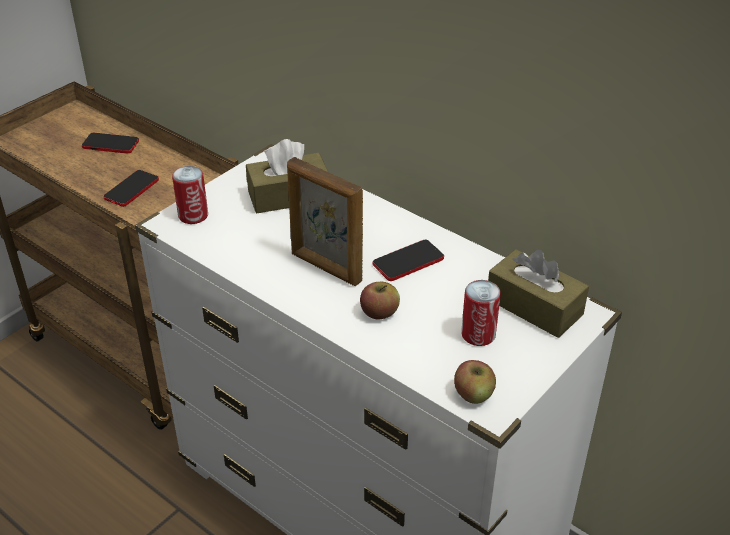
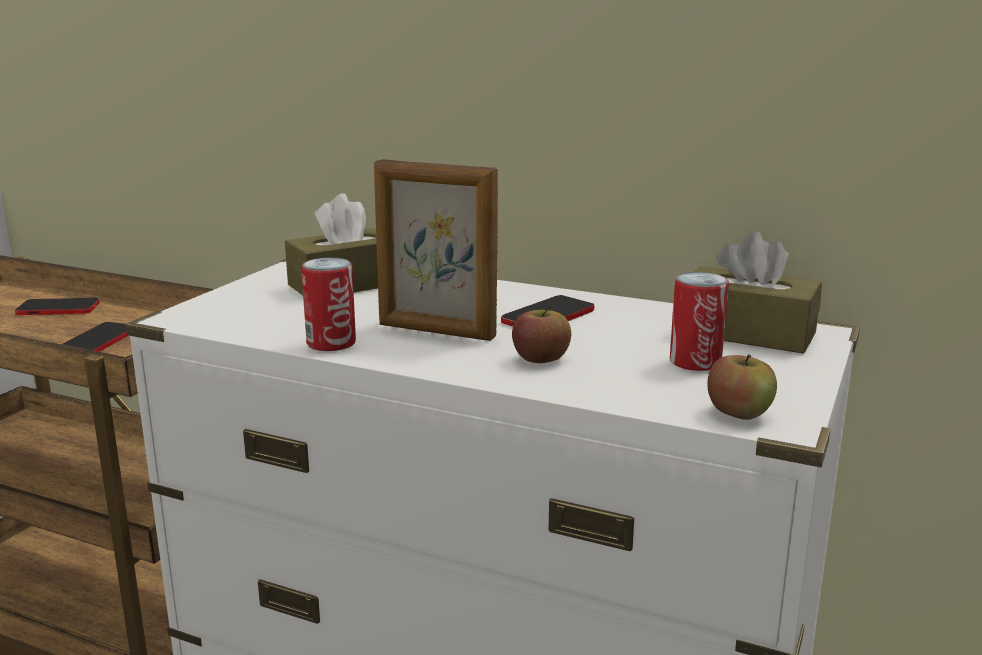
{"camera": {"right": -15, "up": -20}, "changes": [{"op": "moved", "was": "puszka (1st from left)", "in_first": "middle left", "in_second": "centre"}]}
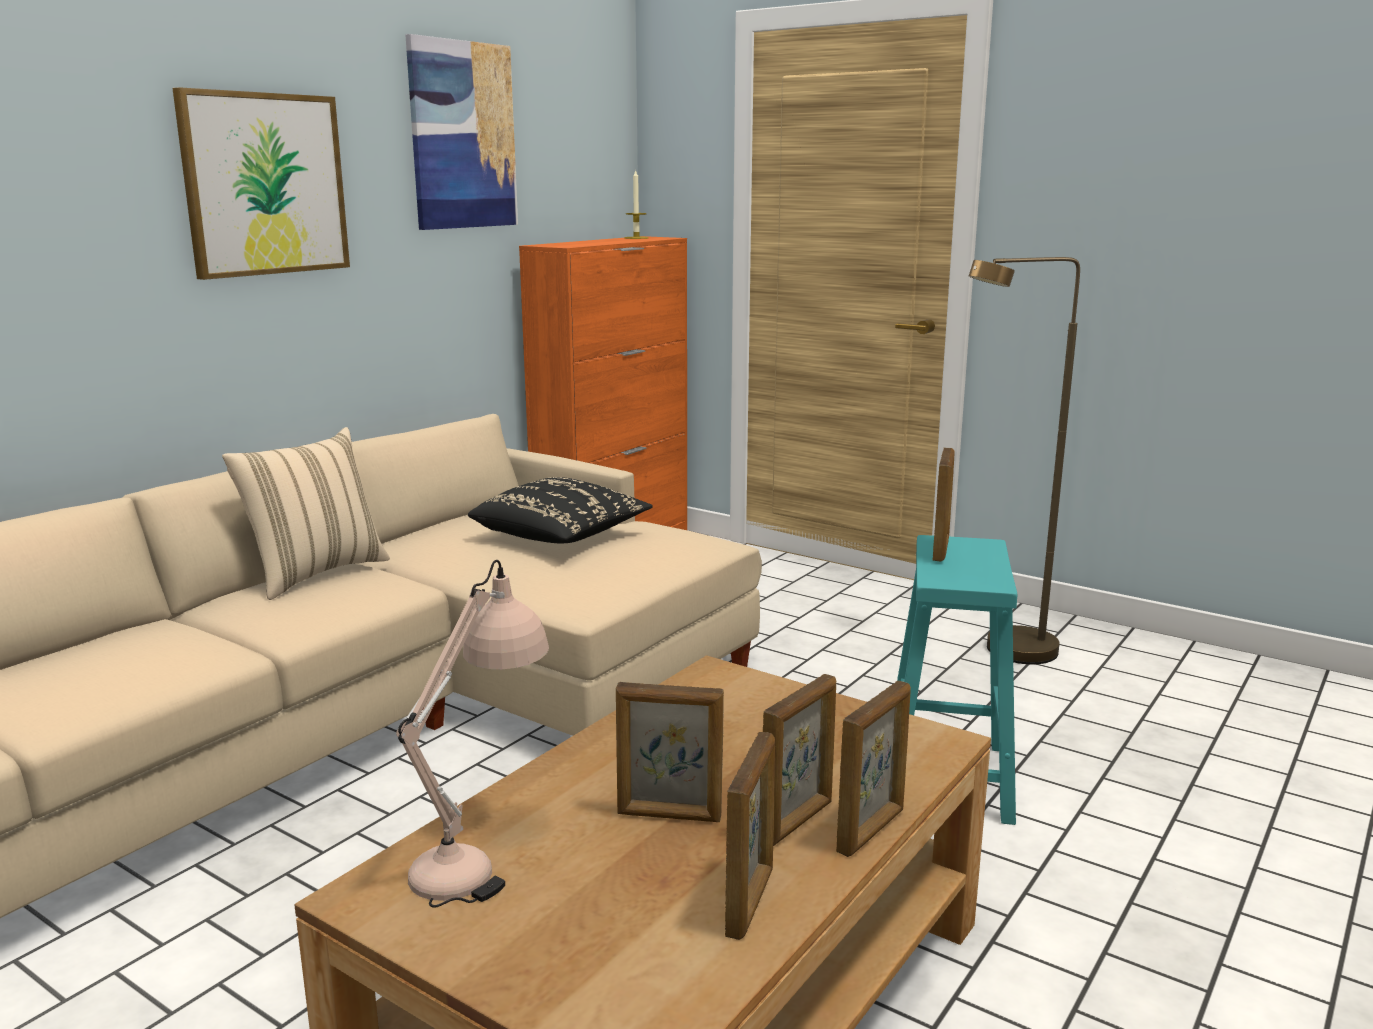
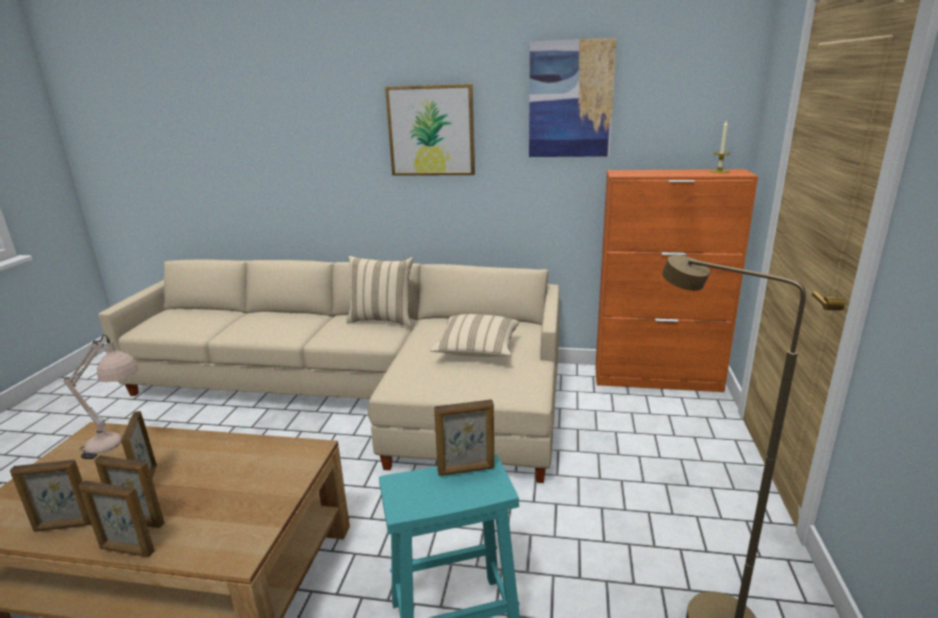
{"camera": {"right": 65, "up": 5}, "changes": [{"op": "recoloured", "was": "poduszka/czarny", "now": "poduszka/beżowy (2nd from left)", "in_first": "centre", "in_second": "centre"}]}
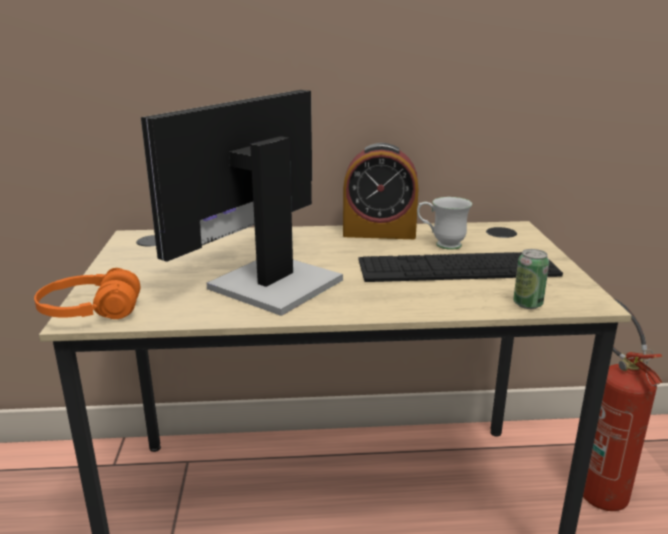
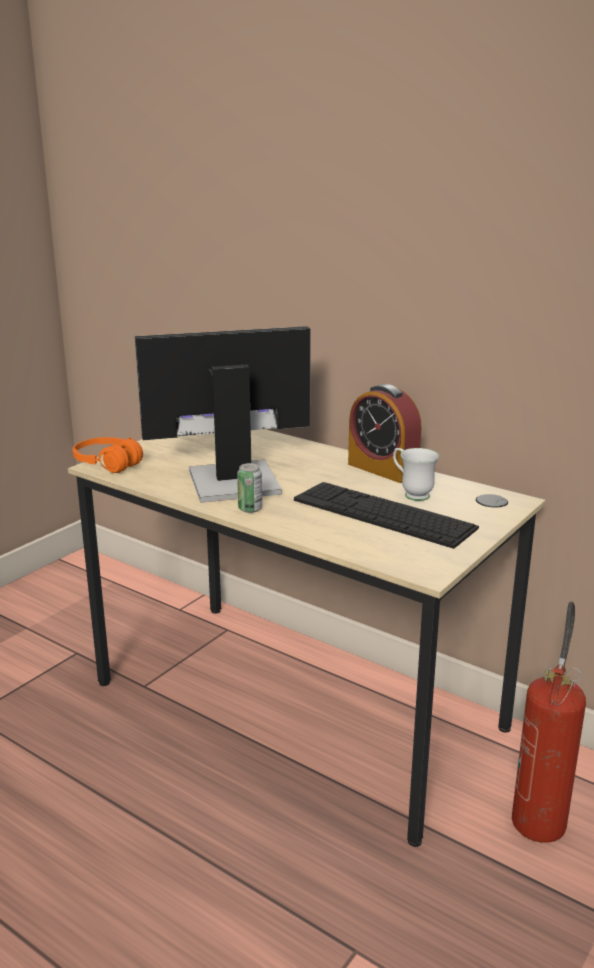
{"camera": {"right": 40, "up": 0}, "changes": [{"op": "moved", "was": "puszka", "in_first": "middle right", "in_second": "centre"}]}
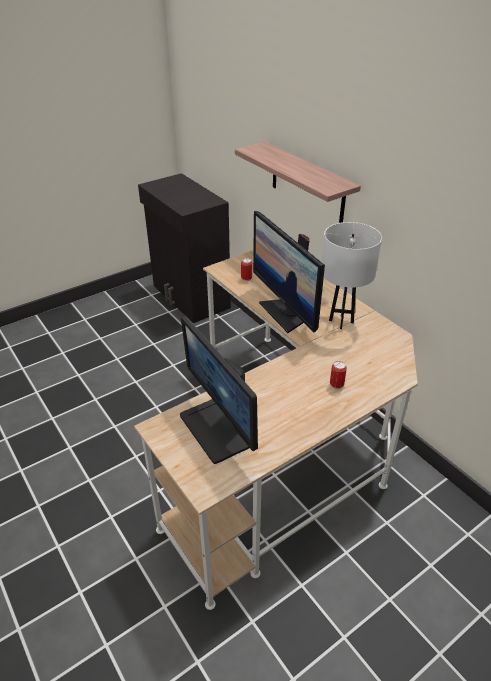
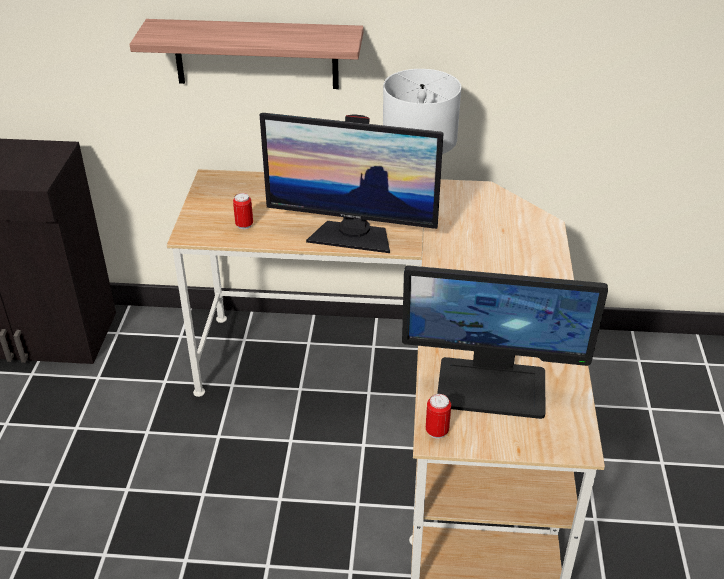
{"camera": {"right": -50, "up": 0}, "changes": [{"op": "moved", "was": "puszka (2nd from left)", "in_first": "middle right", "in_second": "bottom centre"}]}
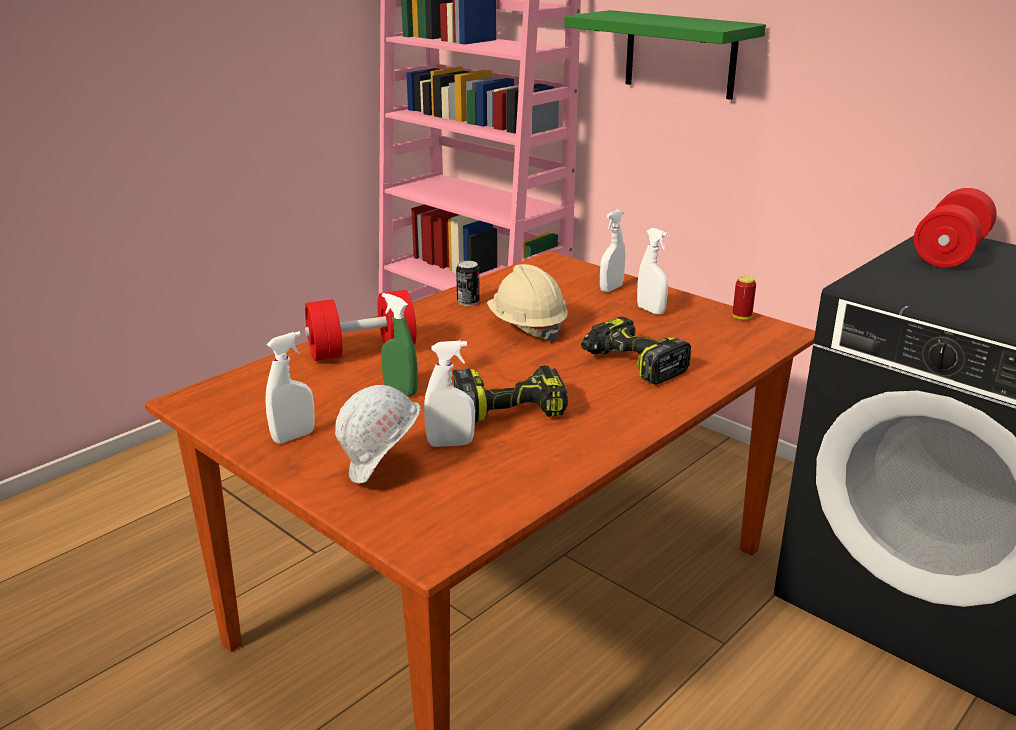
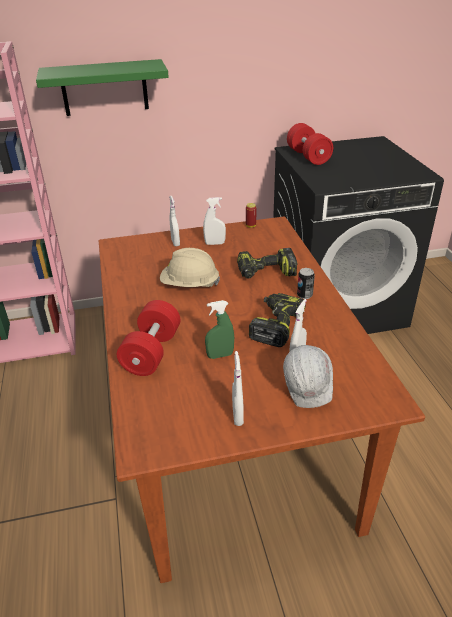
{"camera": {"right": -55, "up": 10}, "changes": [{"op": "moved", "was": "puszka (1st from left in the first image)", "now": "puszka (2nd from left)", "in_first": "centre", "in_second": "middle right"}]}
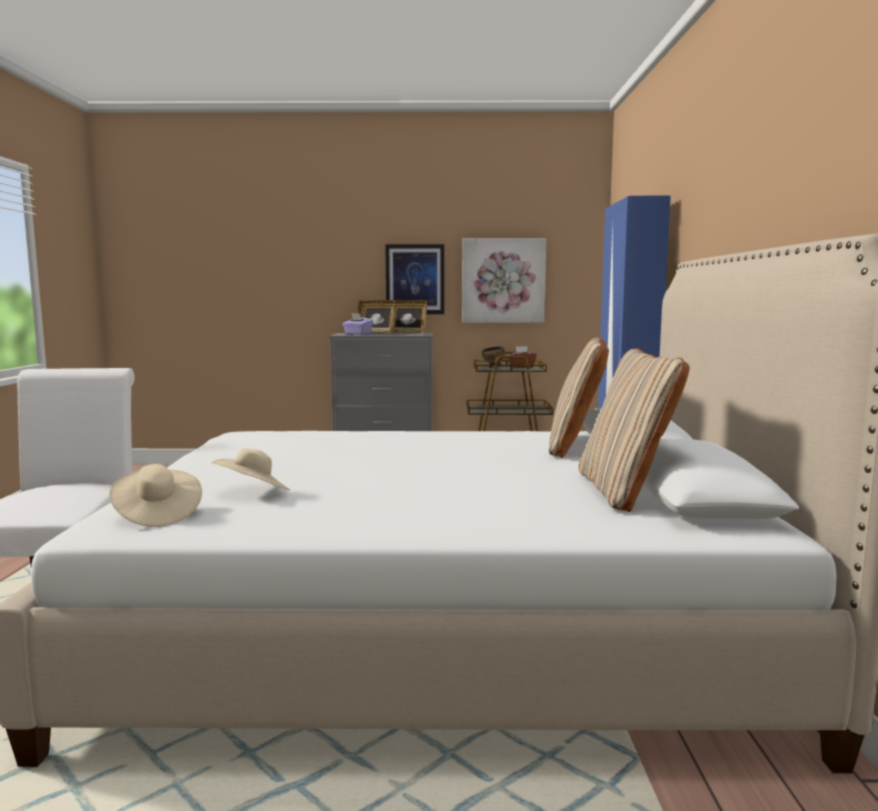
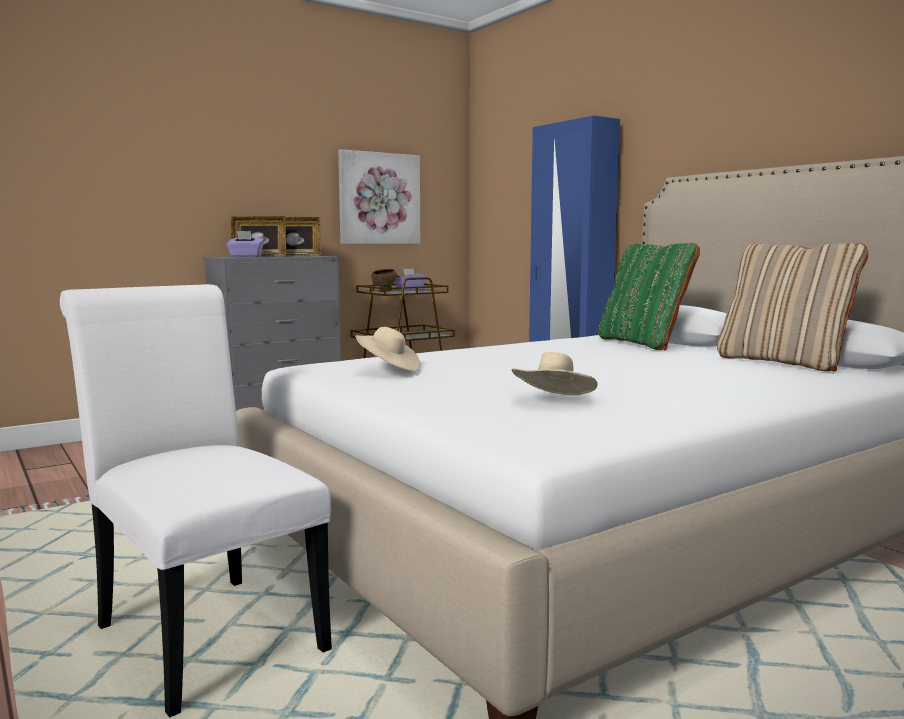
{"camera": {"right": -35, "up": 0}, "changes": [{"op": "removed", "was": "obraz (1st from left)", "in_first": "centre"}, {"op": "moved", "was": "kapelusz/beżowy (1st from left)", "in_first": "middle left", "in_second": "centre"}, {"op": "recoloured", "was": "pudełko chusteczek/brązowy", "now": "pudełko chusteczek/fioletowy (2nd from left)", "in_first": "centre", "in_second": "centre"}, {"op": "recoloured", "was": "poduszka/beżowy (1st from left)", "now": "poduszka/zielony", "in_first": "centre", "in_second": "middle right"}]}
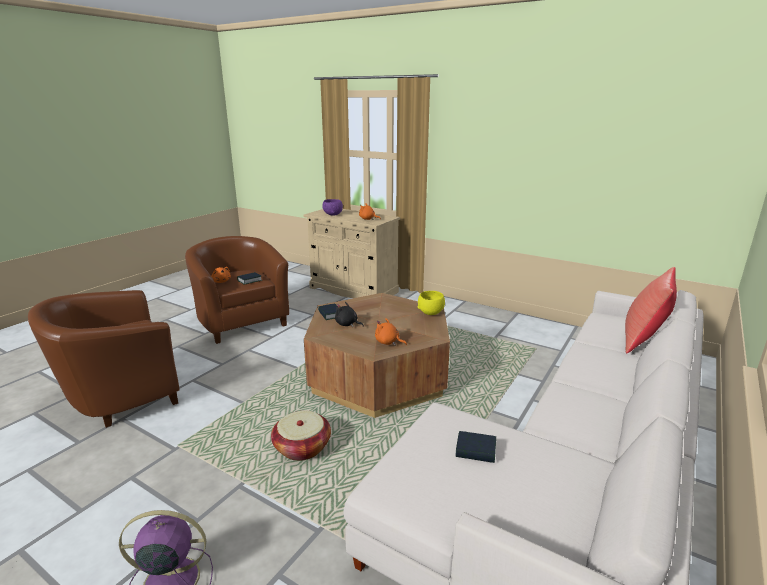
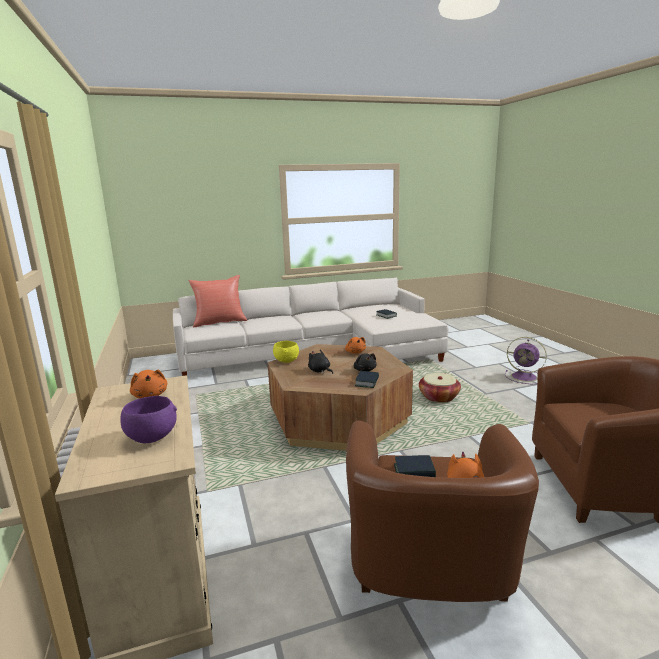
{"camera": {"right": -140, "up": -5}, "changes": [{"op": "added", "now": "pluszak/czarny (1st from left)", "in_second": "centre"}]}
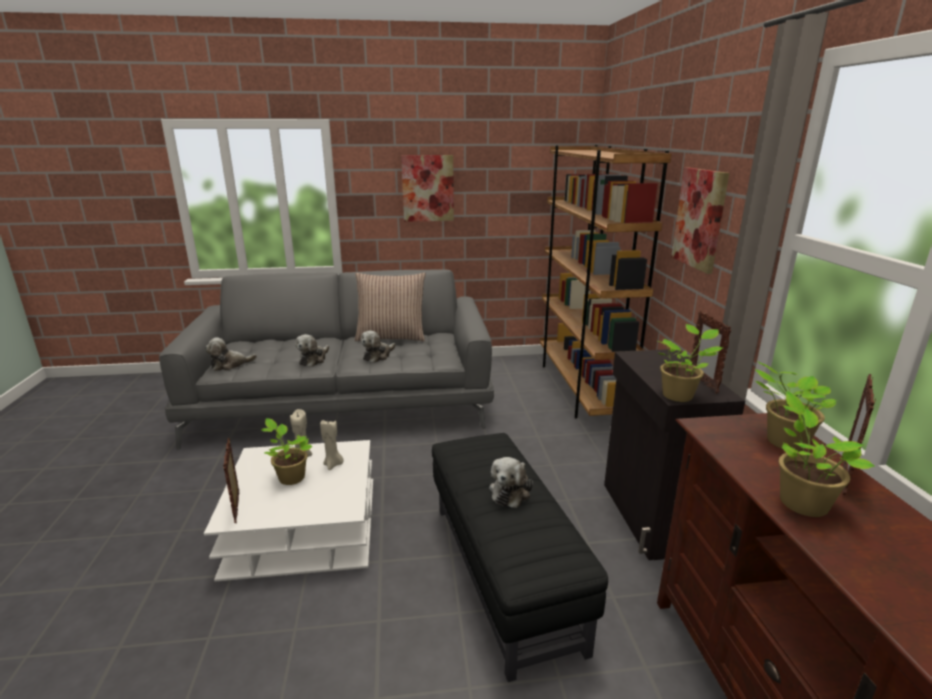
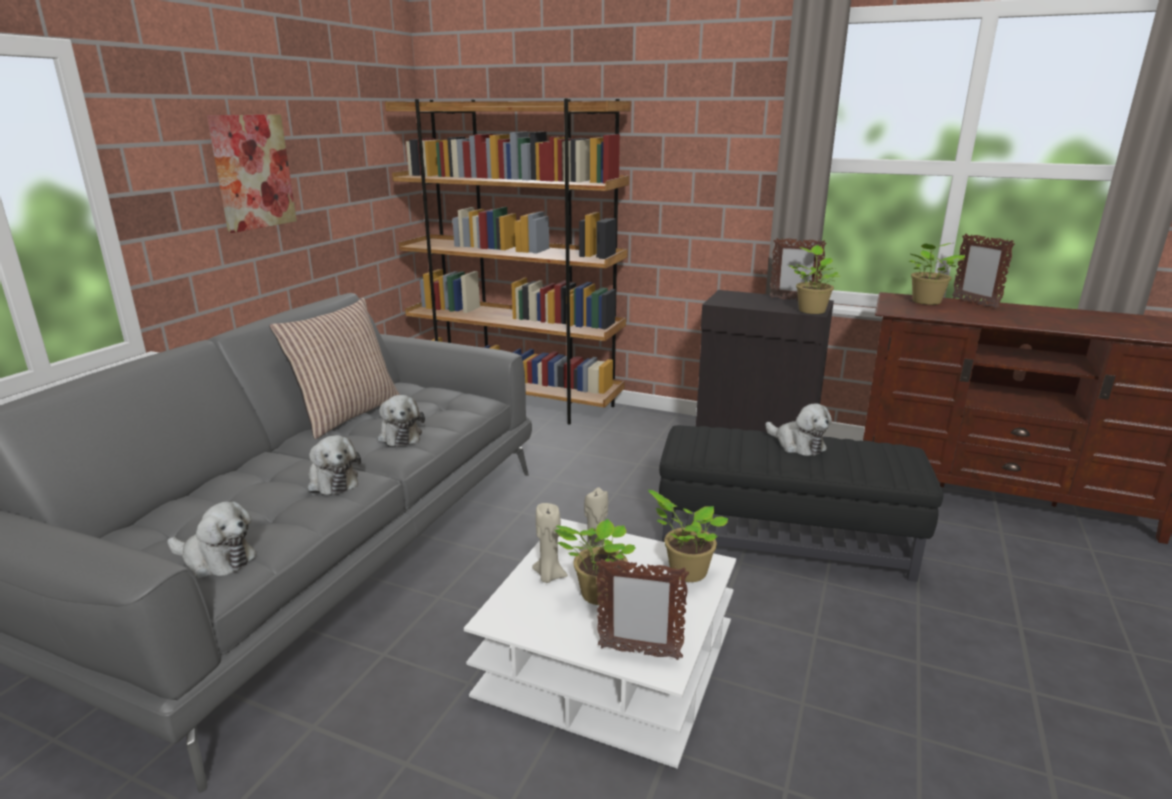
{"camera": {"right": -60, "up": 0}, "changes": [{"op": "removed", "was": "obraz (2nd from left)", "in_first": "top right"}, {"op": "moved", "was": "roślina doniczkowa (4th from left in the first image)", "now": "roślina doniczkowa (2nd from left)", "in_first": "middle right", "in_second": "bottom centre"}, {"op": "turned", "was": "pluszak (1st from left)", "in_first": "middle left", "in_second": "bottom left", "clockwise": -75}]}
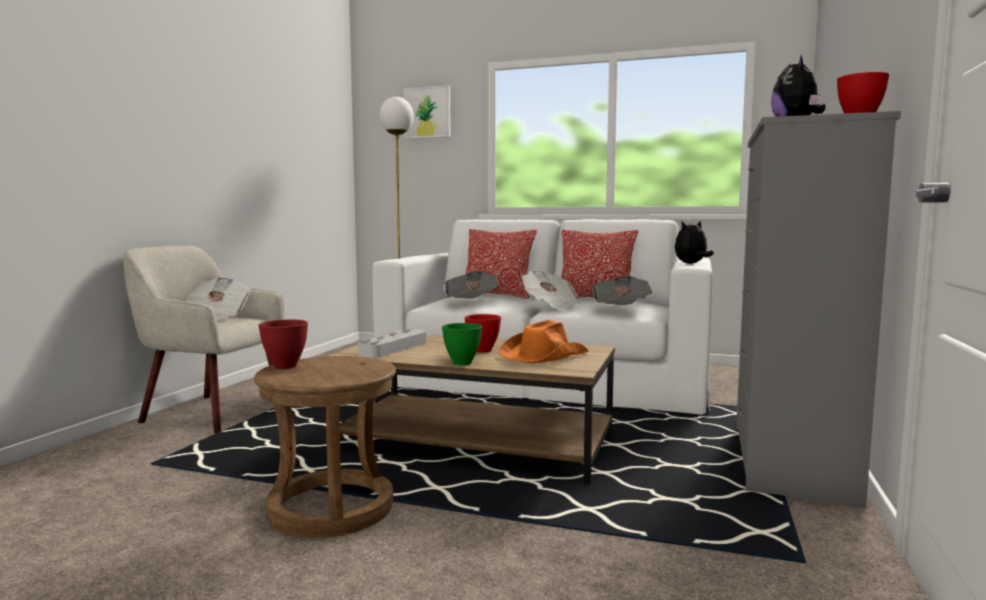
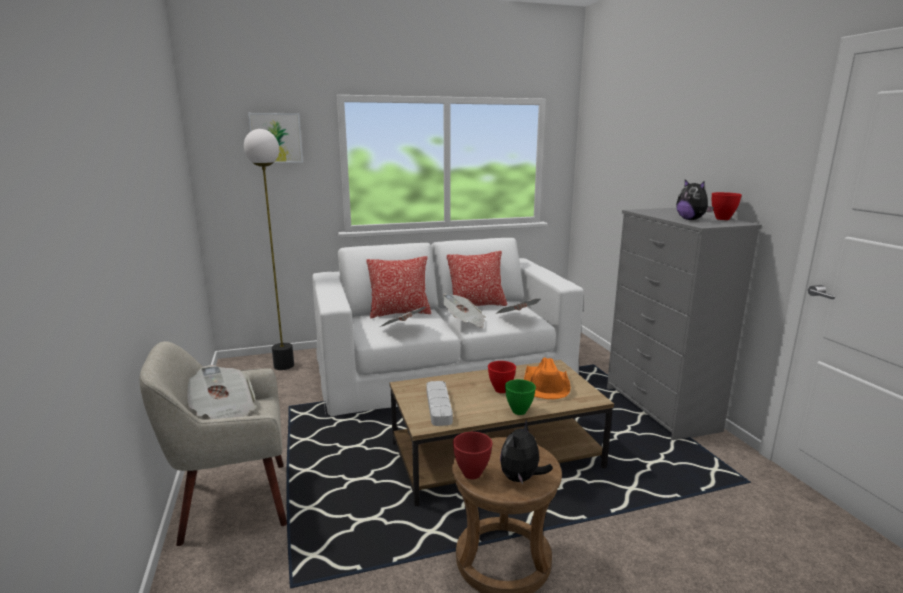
{"camera": {"right": -35, "up": 10}, "changes": [{"op": "moved", "was": "pluszak (1st from left)", "in_first": "middle right", "in_second": "bottom centre"}]}
